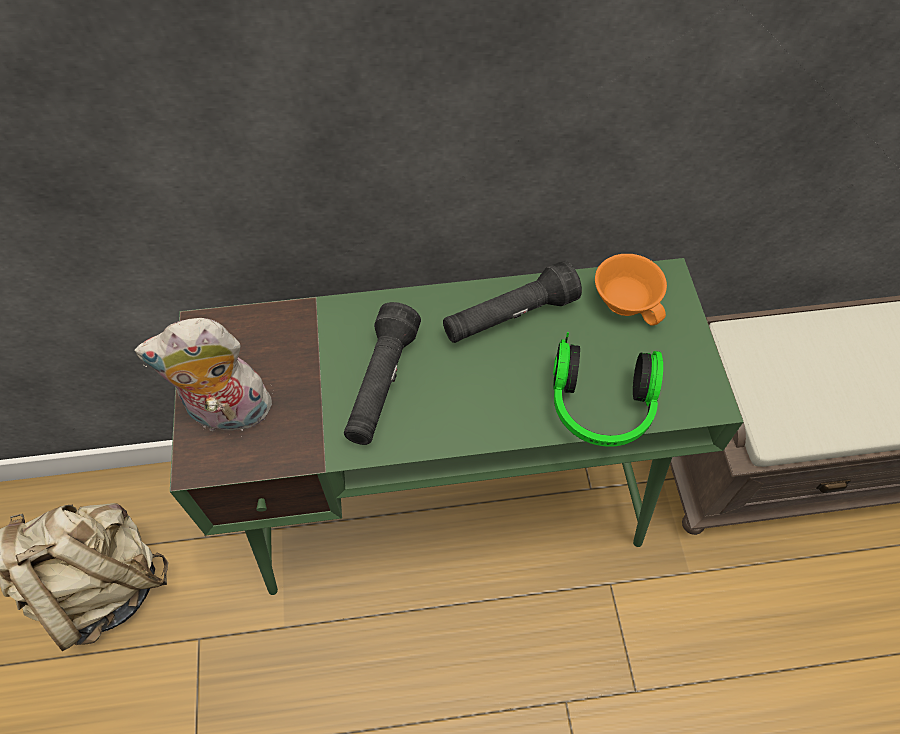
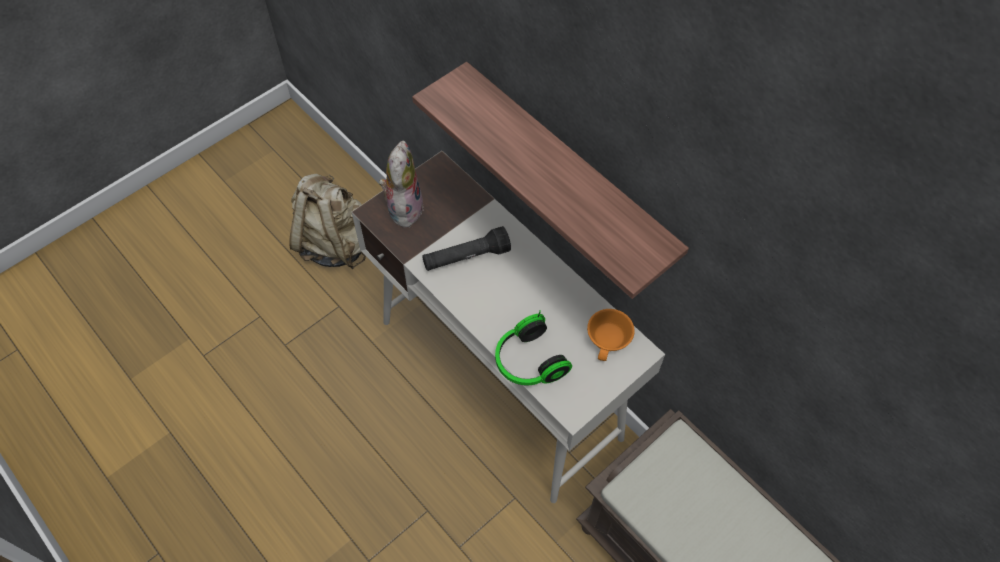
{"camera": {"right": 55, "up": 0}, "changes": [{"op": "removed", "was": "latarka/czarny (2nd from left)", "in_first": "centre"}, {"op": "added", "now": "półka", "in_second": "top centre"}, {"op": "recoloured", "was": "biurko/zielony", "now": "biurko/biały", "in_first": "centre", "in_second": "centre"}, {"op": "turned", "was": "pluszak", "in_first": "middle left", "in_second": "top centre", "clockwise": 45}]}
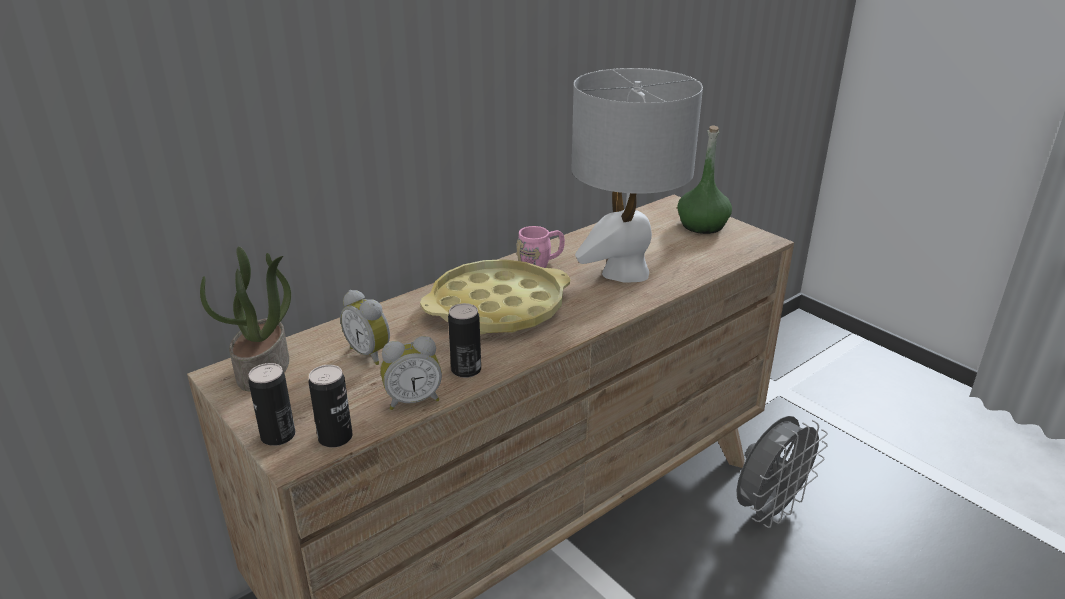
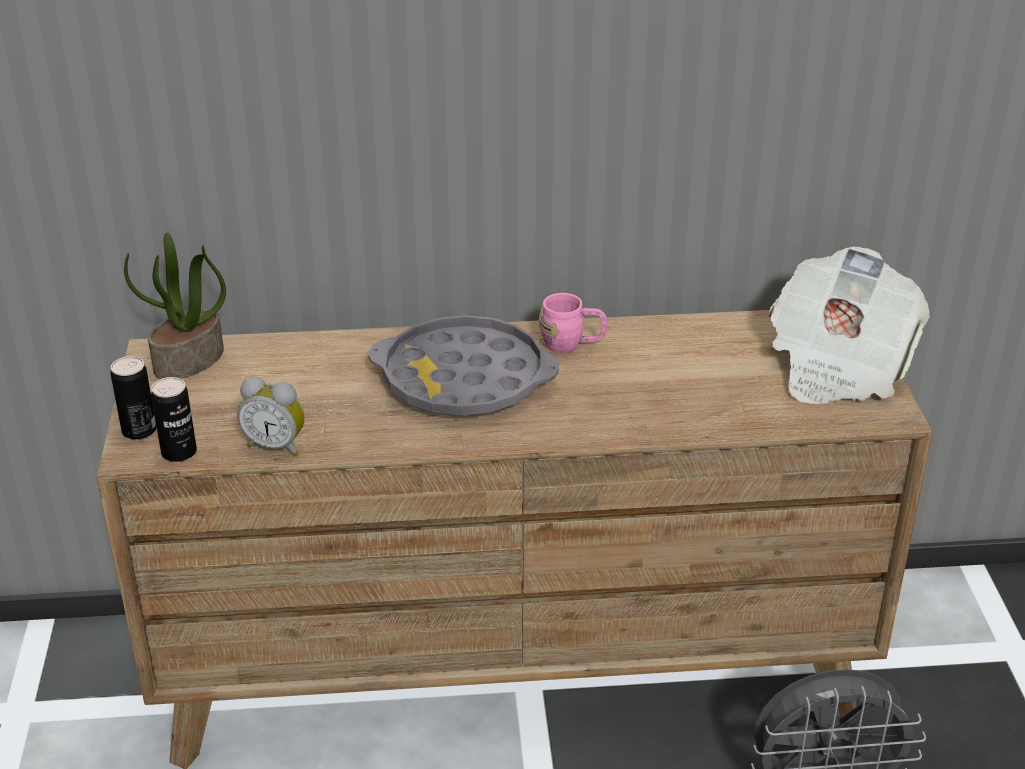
{"camera": {"right": 35, "up": 5}, "changes": [{"op": "removed", "was": "budzik (1st from left)", "in_first": "centre"}, {"op": "removed", "was": "puszka (3rd from left)", "in_first": "centre"}, {"op": "removed", "was": "lampa stołowa/szary", "in_first": "top centre"}, {"op": "replaced", "was": "butelka/zielony", "now": "gazeta", "in_first": "top centre", "in_second": "middle right"}, {"op": "recoloured", "was": "taca/żółty", "now": "taca/szary", "in_first": "centre", "in_second": "centre"}]}
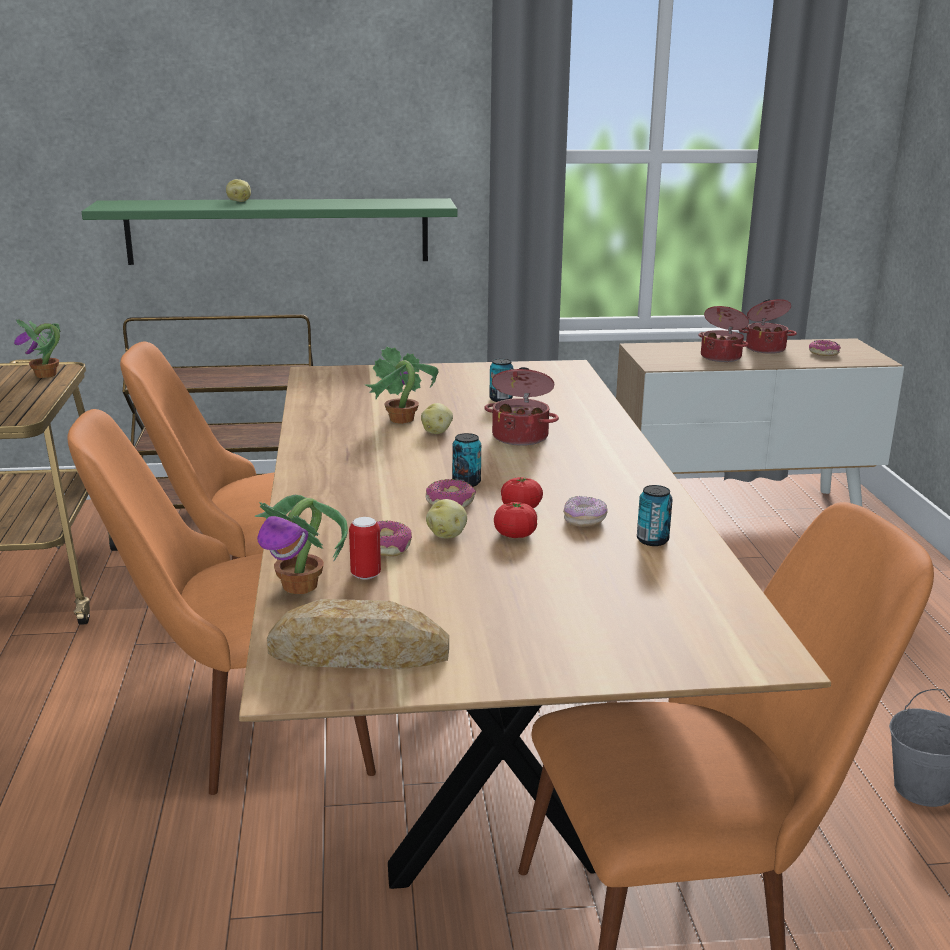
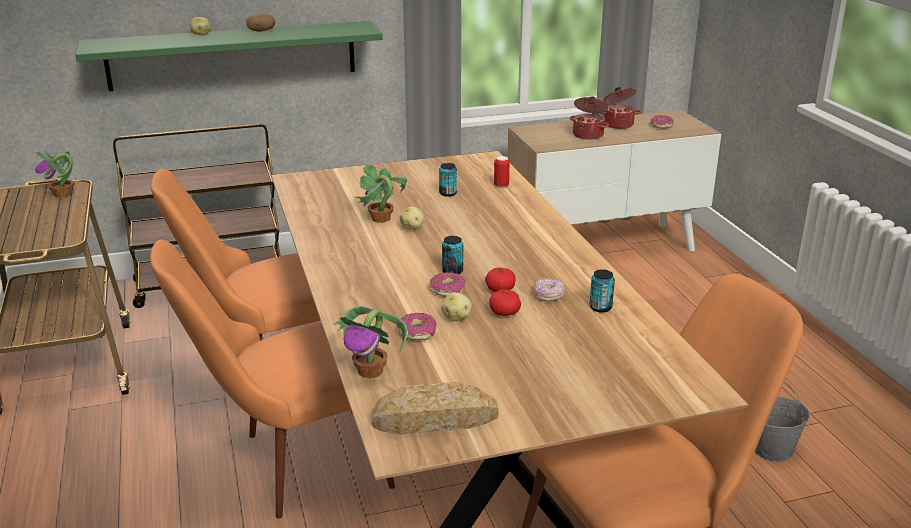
{"camera": {"right": -10, "up": 5}, "changes": [{"op": "removed", "was": "garnek (1st from left)", "in_first": "centre"}, {"op": "added", "now": "ziemniak (2nd from left)", "in_second": "top left"}, {"op": "moved", "was": "puszka (1st from left in the first image)", "now": "puszka (3rd from left)", "in_first": "centre", "in_second": "top centre"}]}
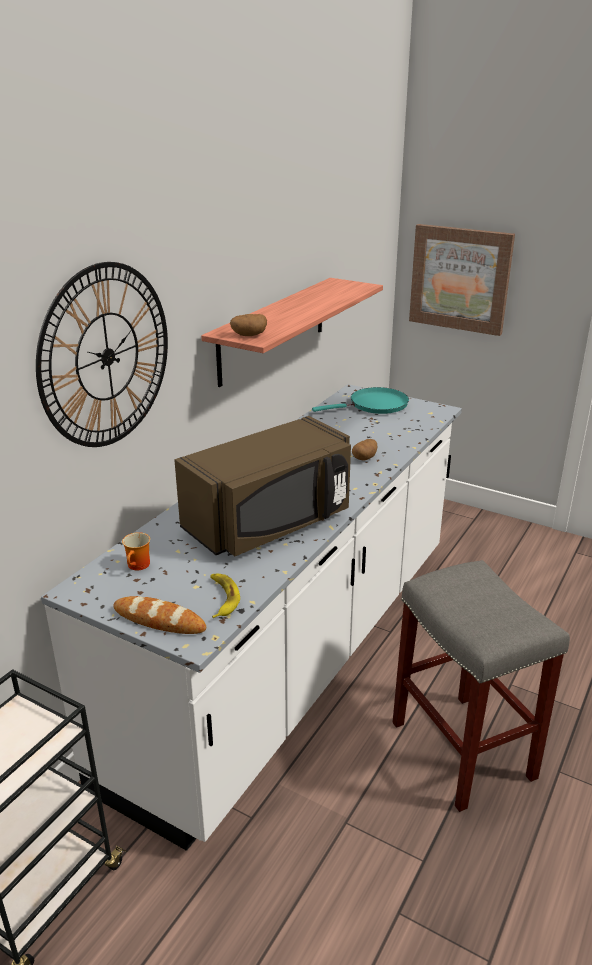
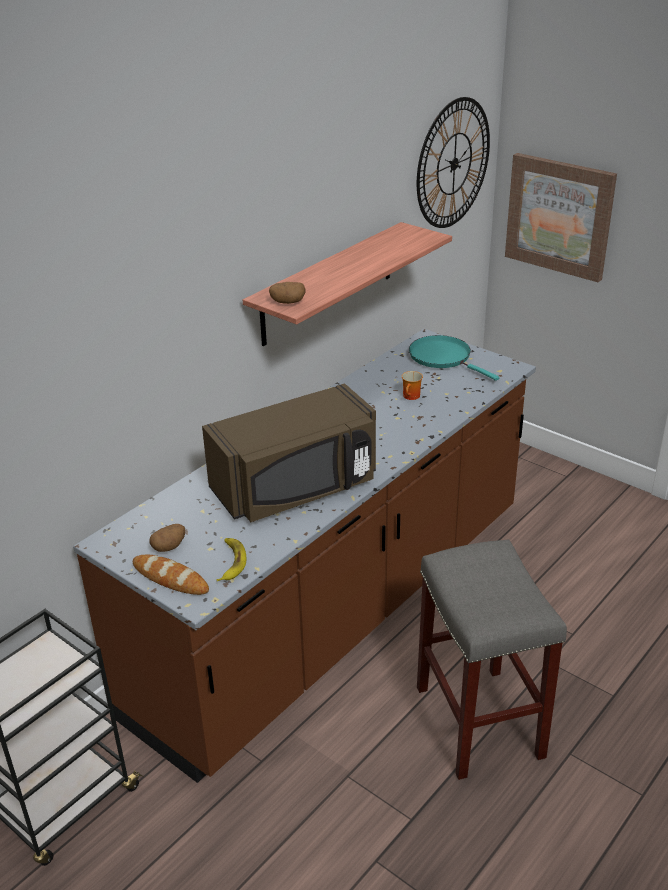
{"camera": {"right": 10, "up": 5}, "changes": [{"op": "moved", "was": "zegar ścienny", "in_first": "middle left", "in_second": "top right"}, {"op": "moved", "was": "kubek", "in_first": "middle left", "in_second": "centre"}, {"op": "moved", "was": "ziemniak (2nd from left in the first image)", "now": "ziemniak (1st from left)", "in_first": "centre", "in_second": "middle left"}, {"op": "recoloured", "was": "zabudowa kuchenna/biały", "now": "zabudowa kuchenna/brązowy", "in_first": "centre", "in_second": "centre"}, {"op": "turned", "was": "patelnia/turkusowy", "in_first": "centre", "in_second": "middle right", "clockwise": -120}]}
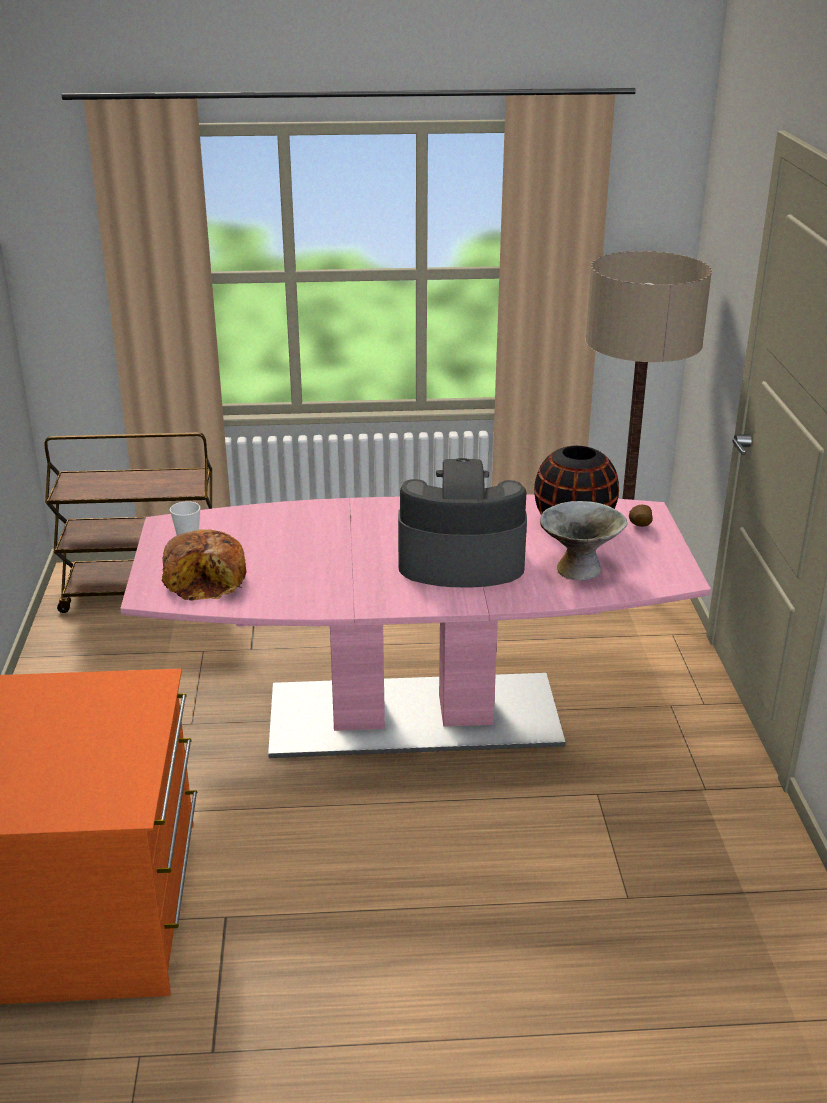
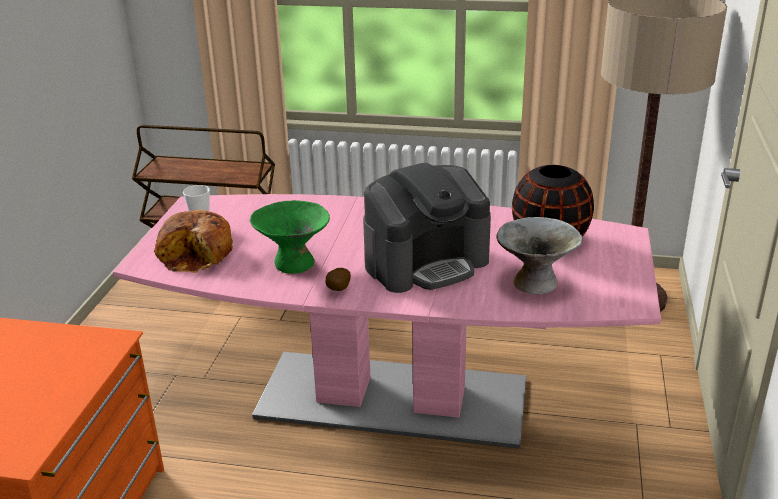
{"camera": {"right": 15, "up": 0}, "changes": [{"op": "added", "now": "miska/zielony", "in_second": "centre"}, {"op": "moved", "was": "ziemniak", "in_first": "middle right", "in_second": "centre"}, {"op": "turned", "was": "ekspres do kawy", "in_first": "centre", "in_second": "centre", "clockwise": 135}]}
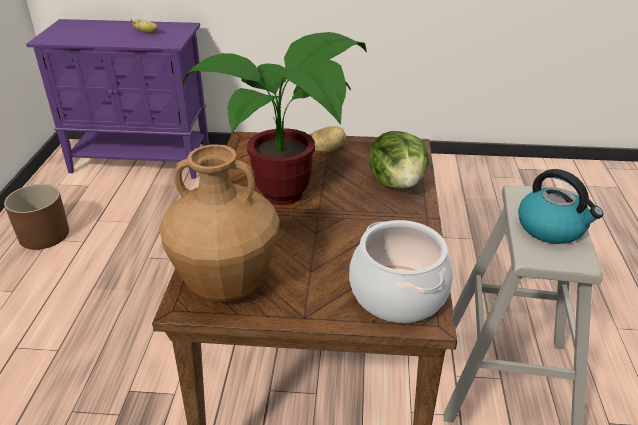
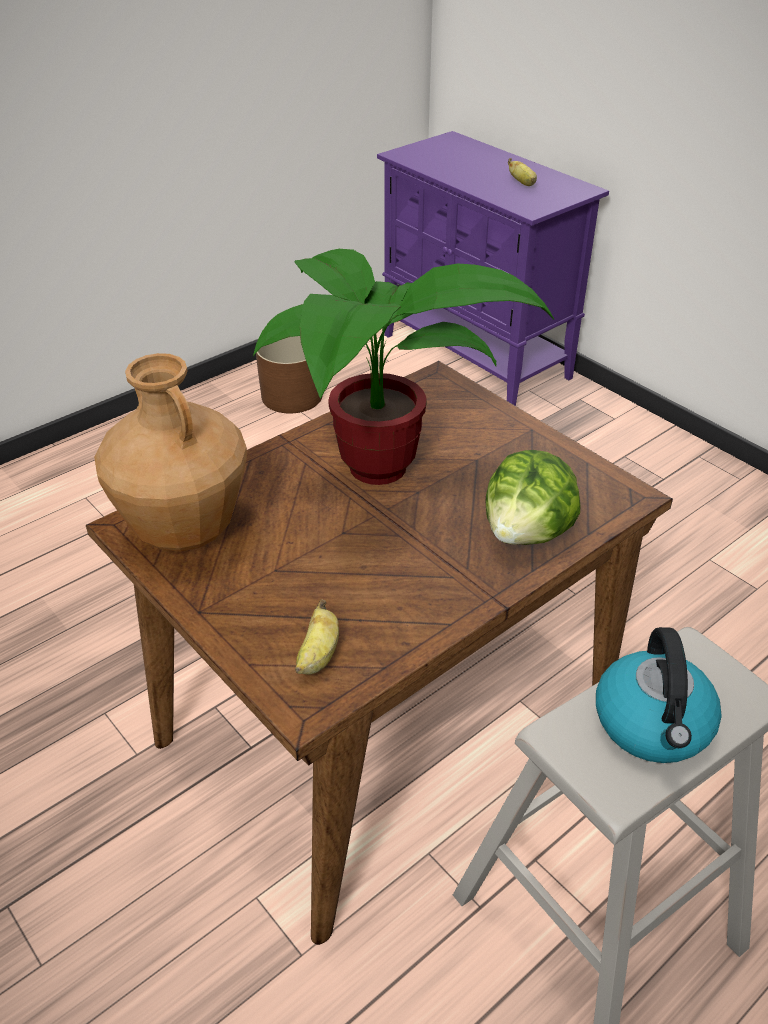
{"camera": {"right": 45, "up": 5}, "changes": [{"op": "removed", "was": "ziemniak", "in_first": "top centre"}, {"op": "replaced", "was": "garnek", "now": "banan (1st from left)", "in_first": "centre", "in_second": "centre"}]}
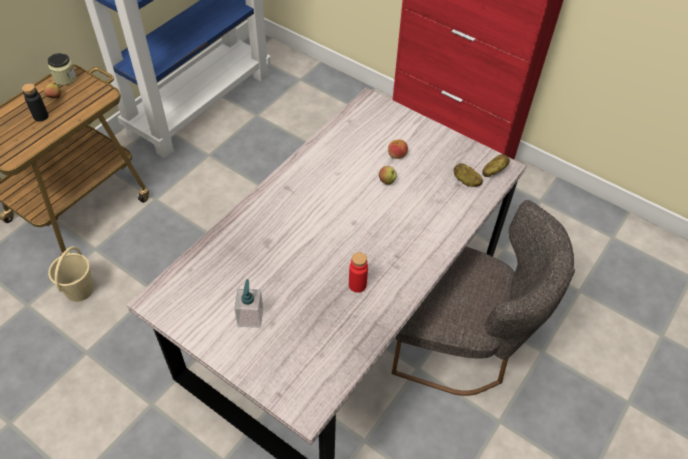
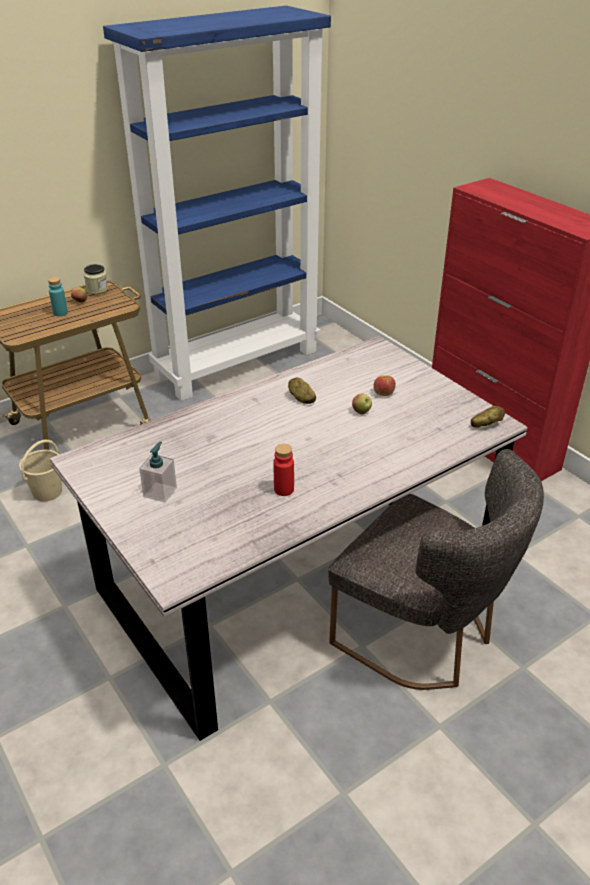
{"camera": {"right": 20, "up": -15}, "changes": [{"op": "moved", "was": "ziemniak (1st from left)", "in_first": "middle right", "in_second": "centre"}, {"op": "recoloured", "was": "butelka/czarny", "now": "butelka/turkusowy", "in_first": "top left", "in_second": "middle left"}]}
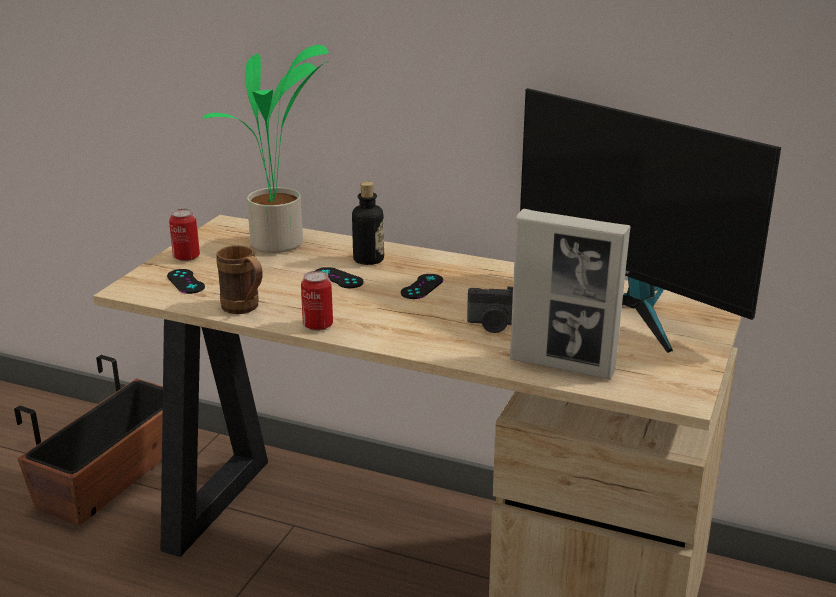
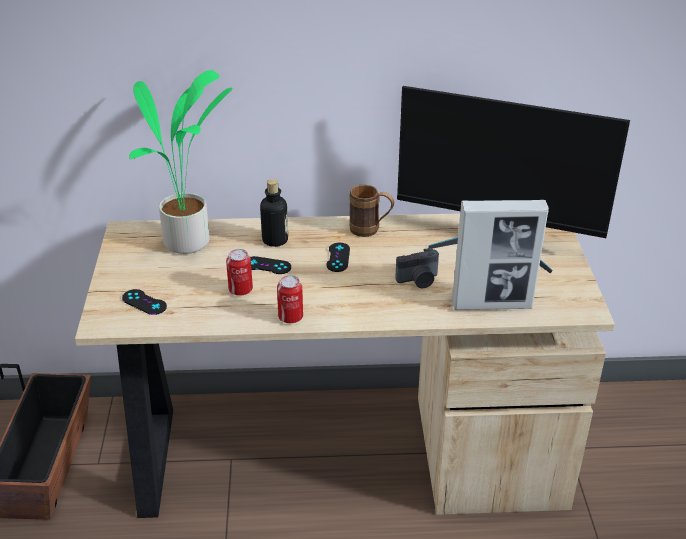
{"camera": {"right": -25, "up": 10}, "changes": [{"op": "moved", "was": "puszka (1st from left)", "in_first": "middle left", "in_second": "centre"}, {"op": "moved", "was": "kubek/brązowy", "in_first": "middle left", "in_second": "centre"}]}
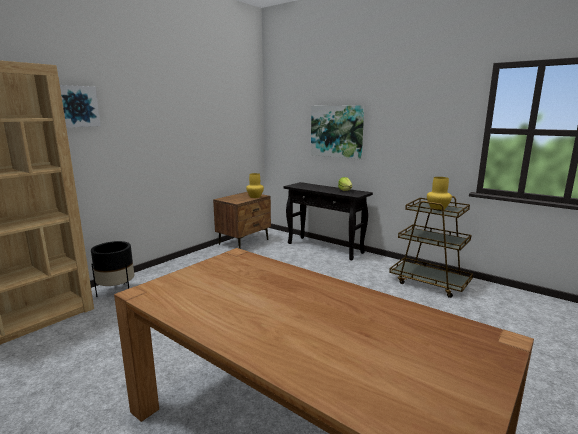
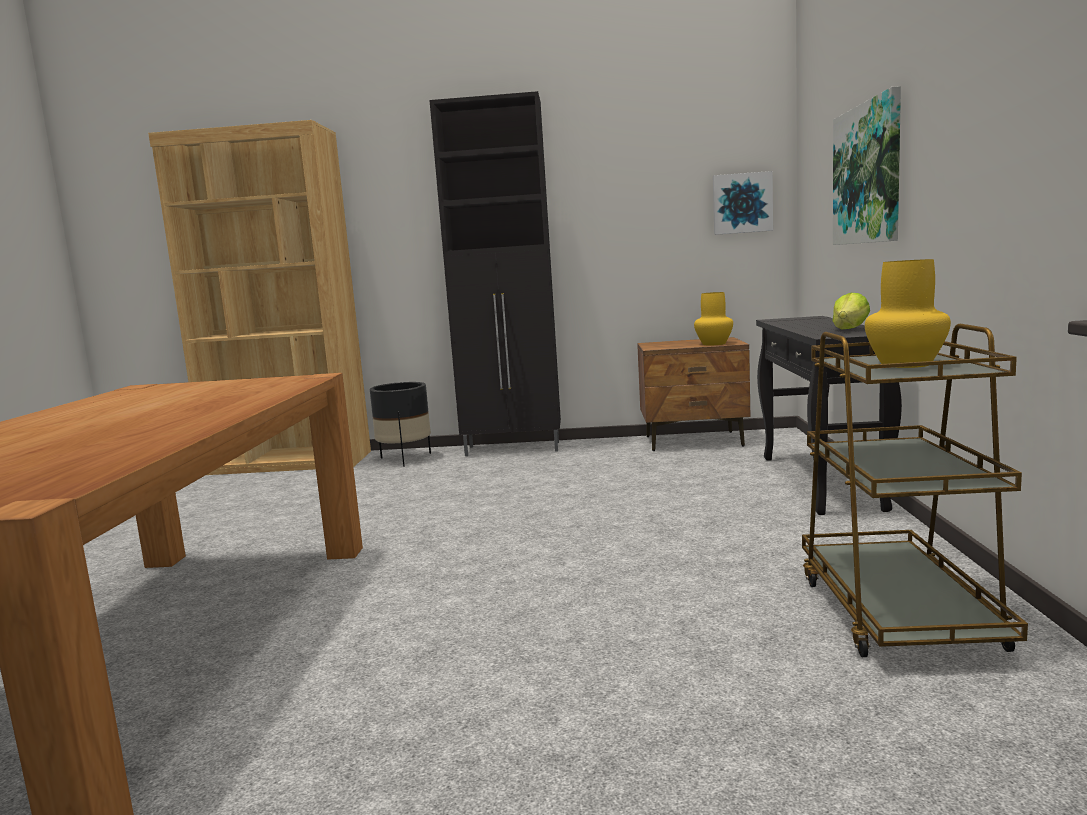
{"camera": {"right": 55, "up": -5}, "changes": [{"op": "added", "now": "szafka/czarny", "in_second": "centre"}, {"op": "moved", "was": "obraz (1st from left)", "in_first": "top left", "in_second": "top right"}]}
